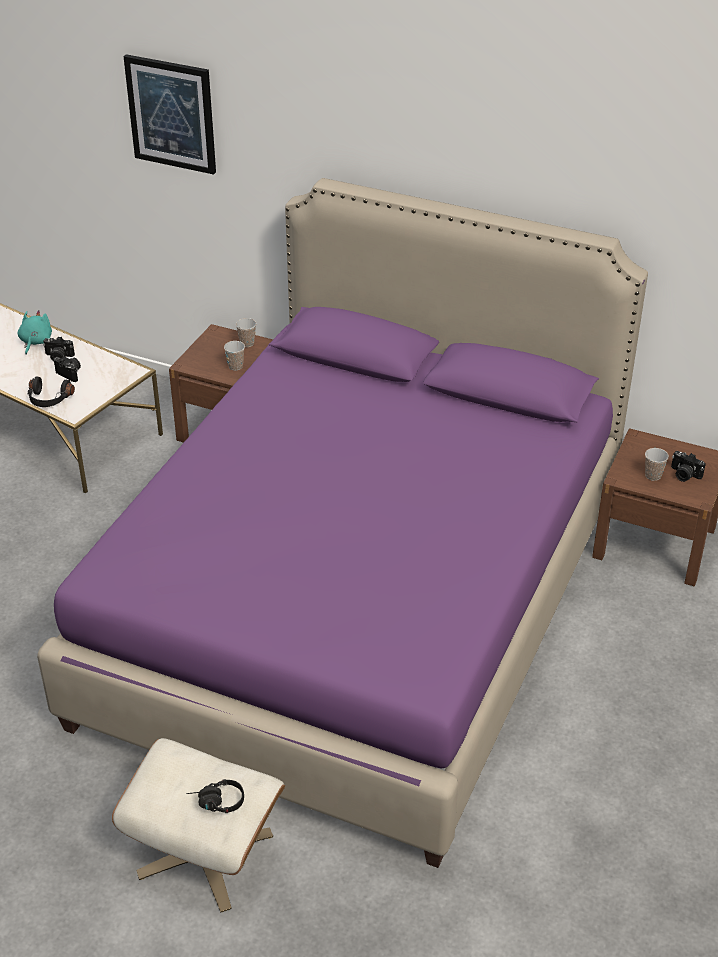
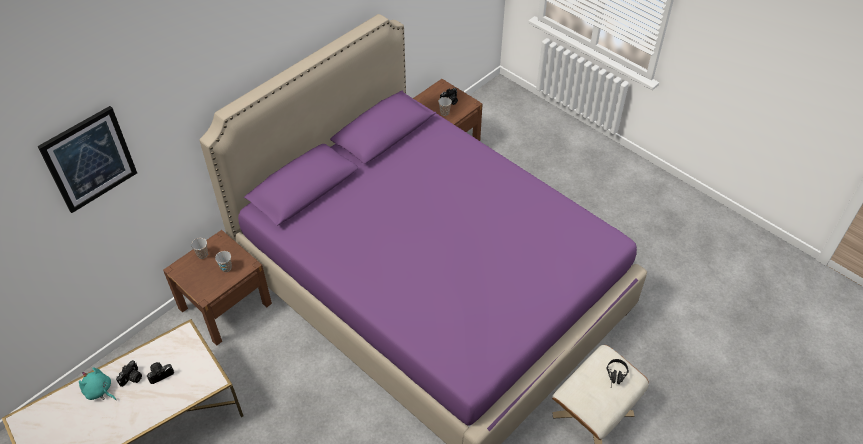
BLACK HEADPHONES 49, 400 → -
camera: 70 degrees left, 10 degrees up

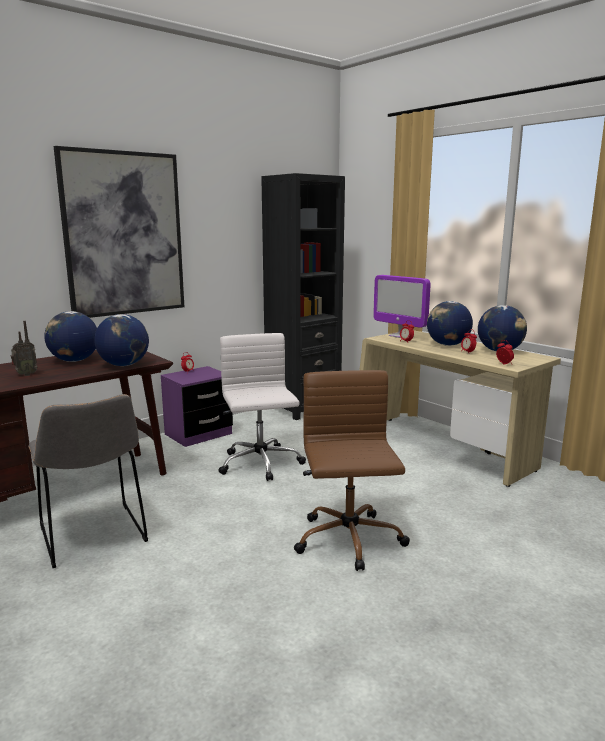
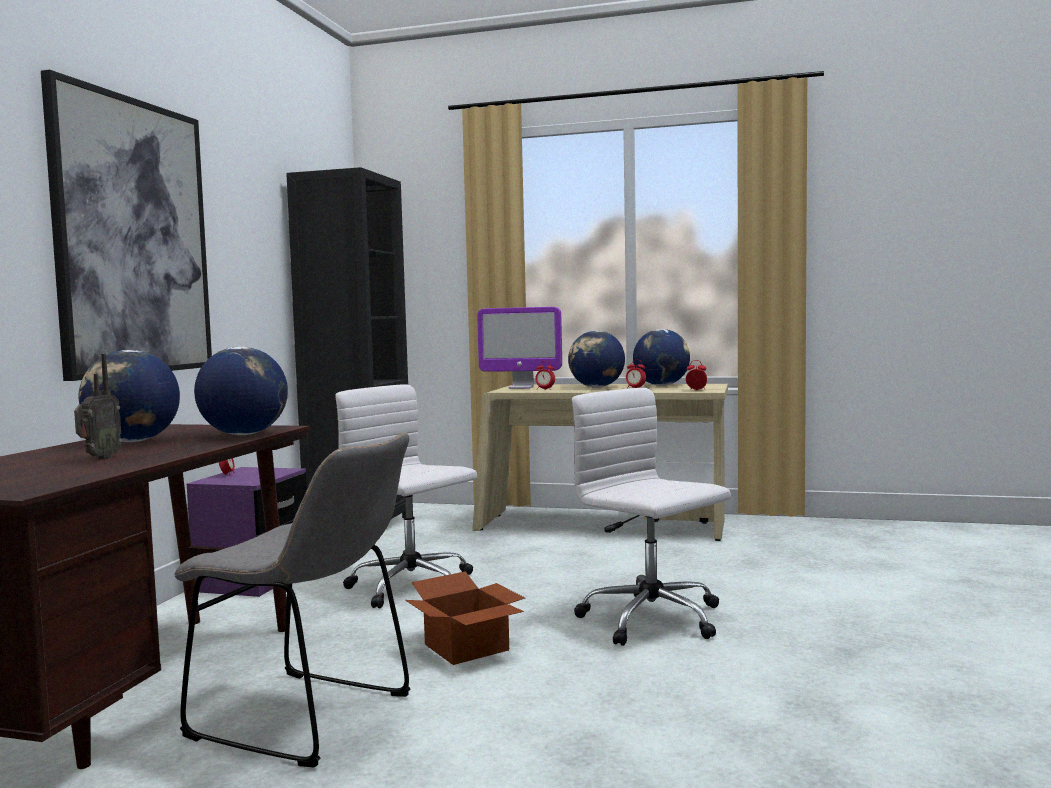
- → CARDBOARD BOX 466, 648
BROWN OFFICE CHAIR 349, 541 → WHITE OFFICE CHAIR 653, 620
camera: 35 degrees left, 10 degrees down

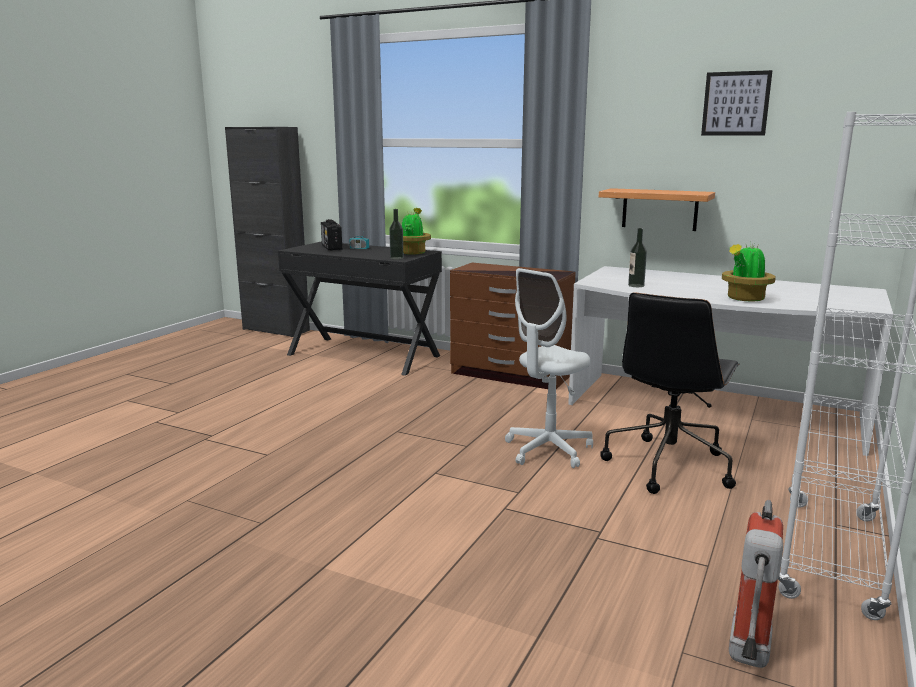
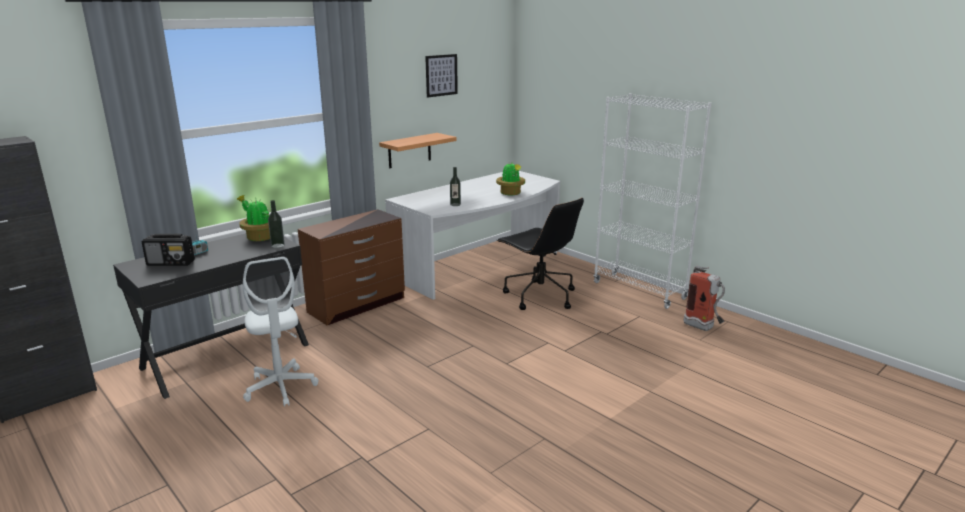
WHITE OFFICE CHAIR 548, 450 → WHITE OFFICE CHAIR 280, 387, shifted
camera: 70 degrees left, 5 degrees up

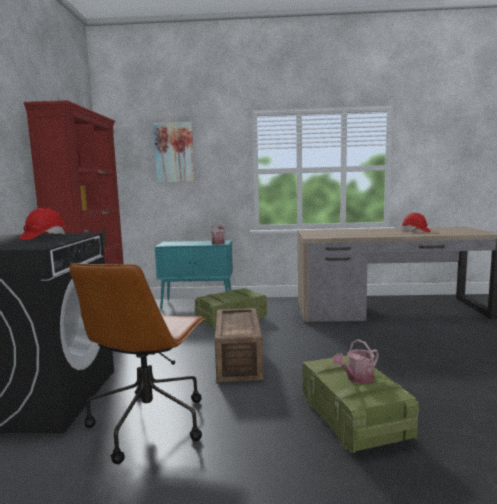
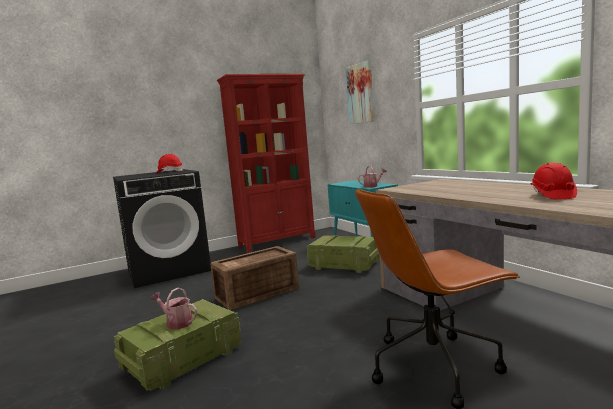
BROWN OFFICE CHAIR 149, 421 → BROWN OFFICE CHAIR 435, 365, shifted
camera: 60 degrees right, 0 degrees up

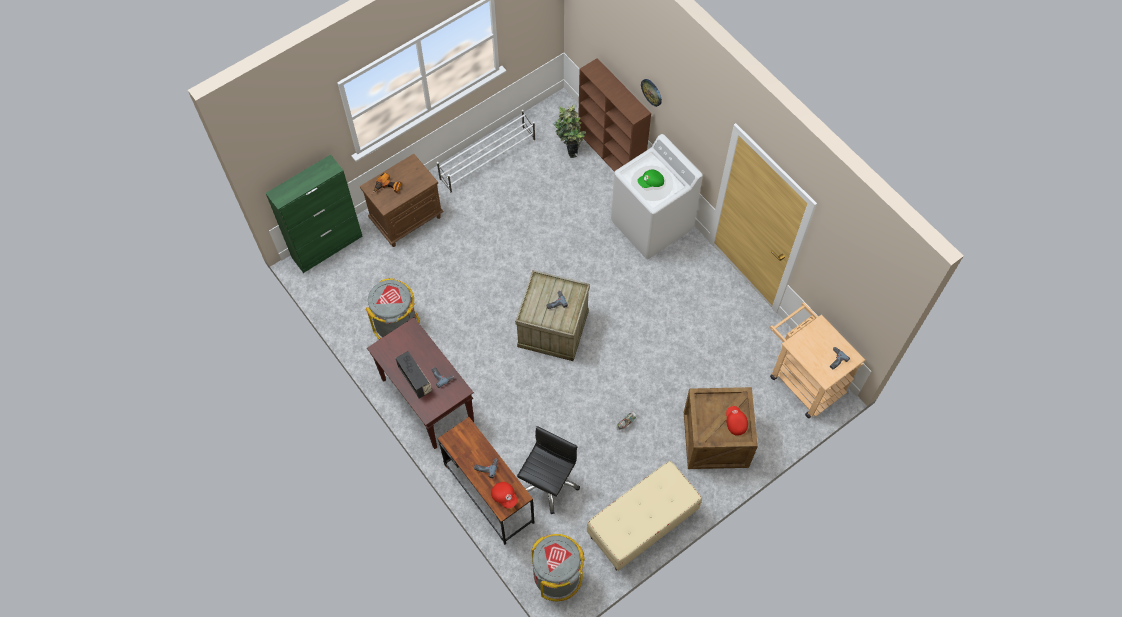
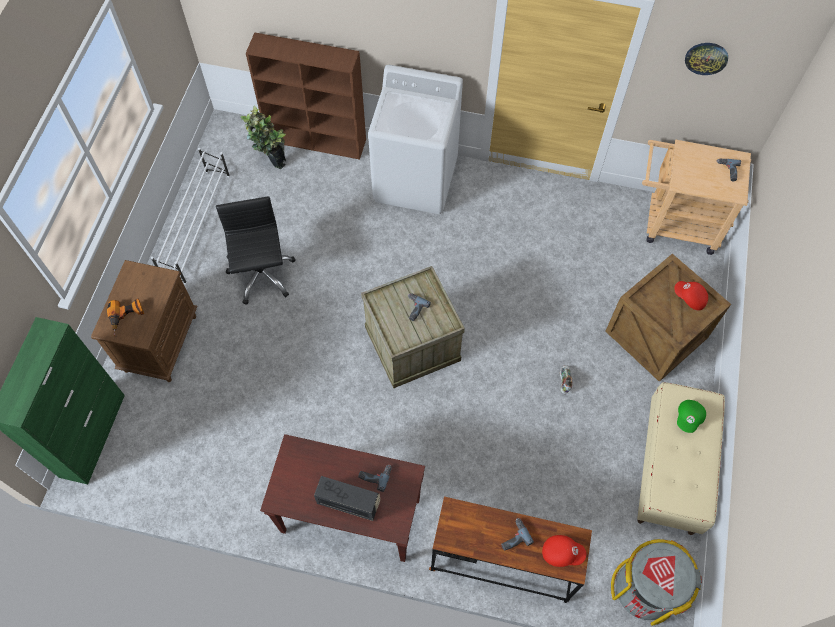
GREY TRASH CAN 397, 325 → -
BLACK OFFICE CHAIR 547, 483 → BLACK OFFICE CHAIR 261, 275, shifted
GREEN CAP 651, 183 → GREEN CAP 689, 418, shifted
WALL CLOCK 652, 92 → WALL CLOCK 706, 58, shifted
camera: 40 degrees left, 0 degrees up

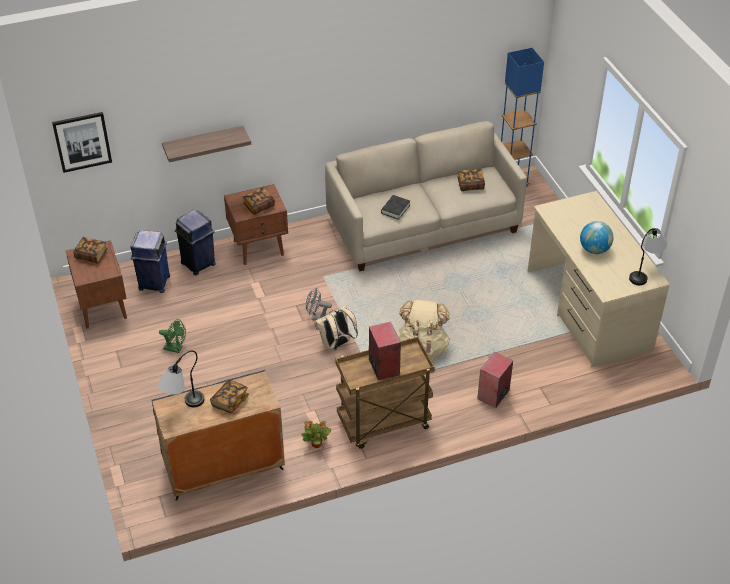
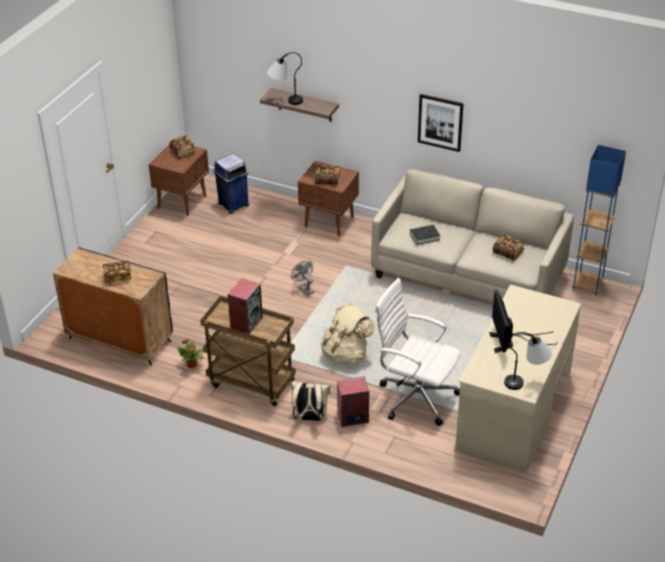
GREEN FAN 176, 348 → -
BLUE TRASH CAN 198, 264 → -
- → WHITE OFFICE CHAIR 415, 397
PICTURE 82, 141 → PICTURE 440, 122, shifted
TABLE LAMP 183, 406 → TABLE LAMP 285, 100, shifted
BEIGE BACKPACK 336, 344 → BEIGE BACKPACK 310, 418, shifted
GLOBE 594, 249 → MONITOR 510, 342
camera: 45 degrees right, 5 degrees down

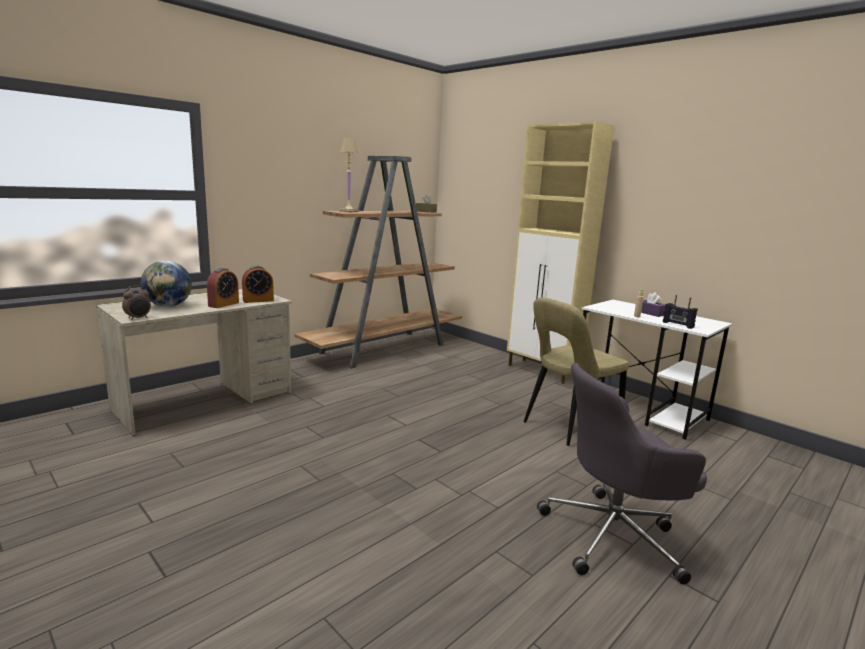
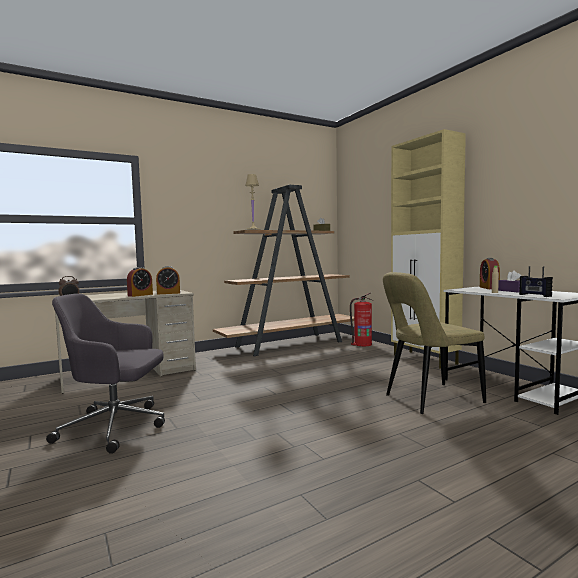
GLOBE 168, 306 → -
- → FIRE EXTINGUISHER 362, 344
- → ALARM CLOCK 489, 288
GREY OFFICE CHAIR 614, 535 → GREY OFFICE CHAIR 116, 427, shifted
camera: 15 degrees right, 10 degrees down

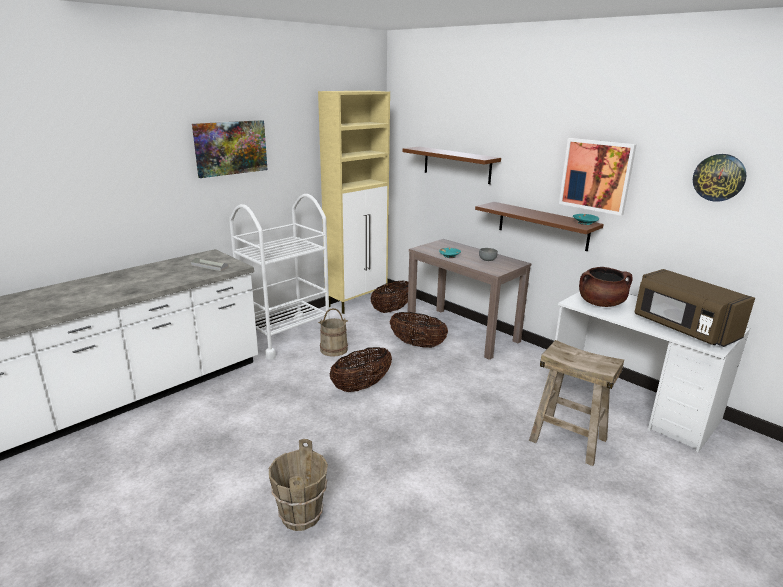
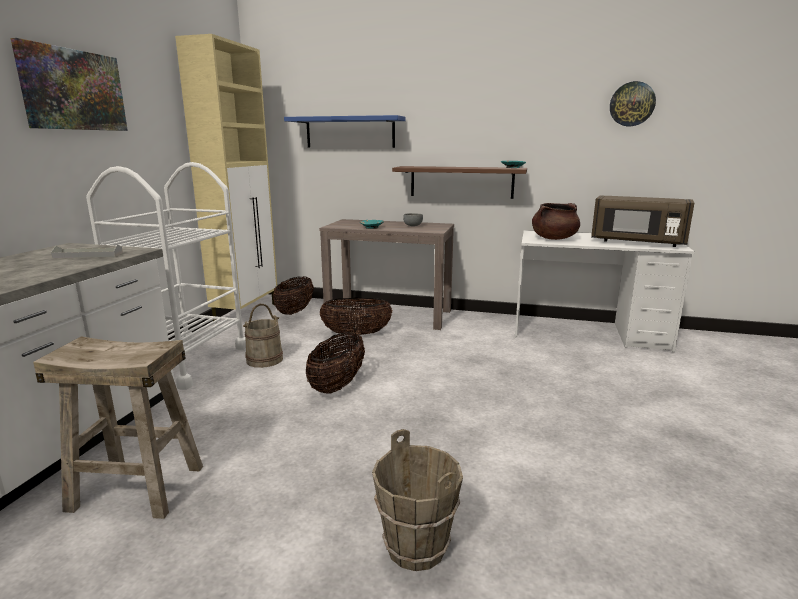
PICTURE 596, 175 → -
BEIGE STOOL 567, 440 → BEIGE STOOL 136, 488, shifted
BROWN SHELF 457, 165 → BLUE SHELF 350, 132
camera: 30 degrees left, 5 degrees down

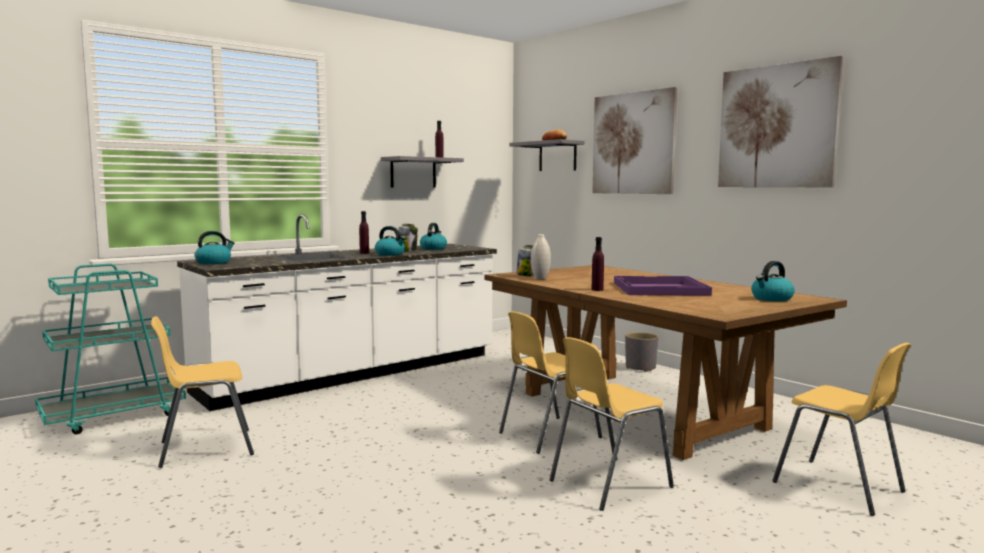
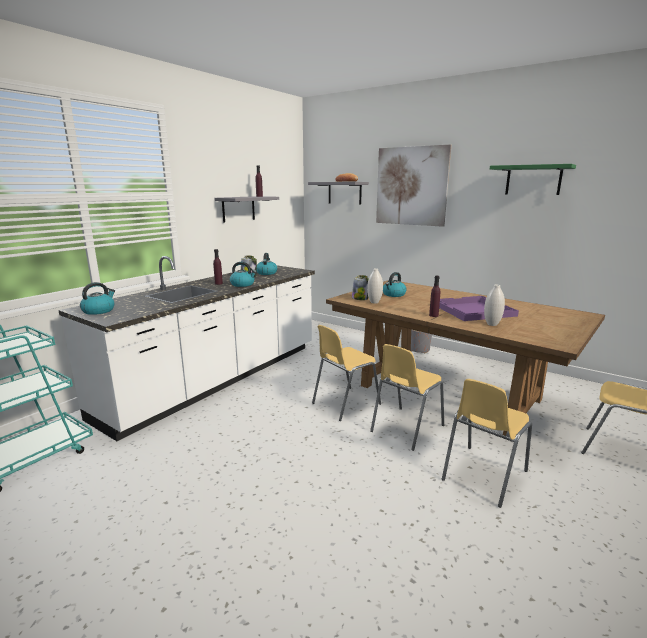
- → WHITE VASE 492, 324
YELLOW CHAIR 205, 448 → YELLOW CHAIR 345, 403, shifted
KETTLE 771, 298 → KETTLE 393, 294, shifted
PICTURE 776, 126 → GREEN SHELF 533, 180
camera: 15 degrees left, 10 degrees up

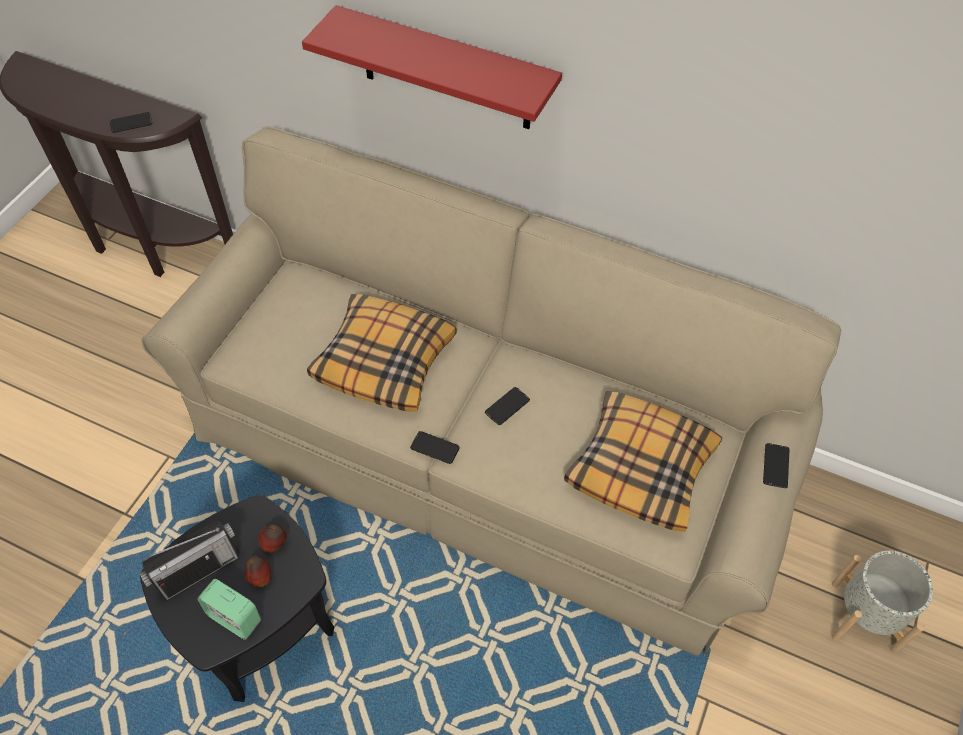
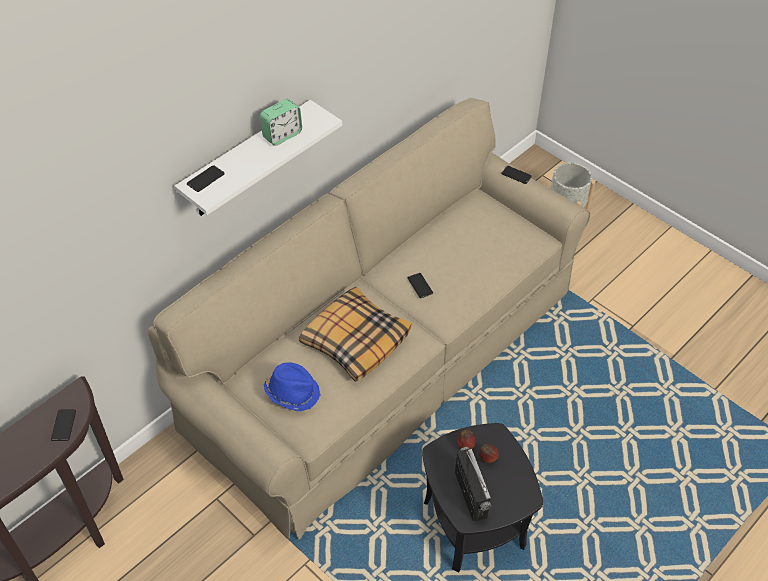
PILLOW 641, 467 → -
- → BLUE HAT 293, 392
ALARM CLOCK 235, 617 → ALARM CLOCK 282, 135, shifted
PHONE 435, 448 → PHONE 205, 179, shifted
RED SHELF 446, 70 → WHITE SHELF 247, 161
camera: 70 degrees left, 5 degrees down

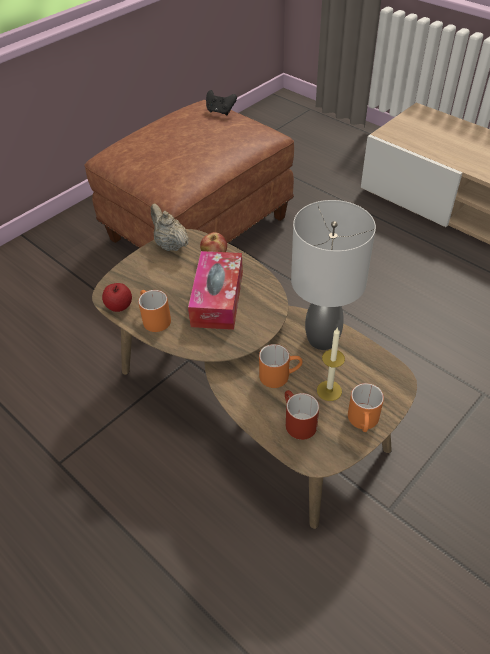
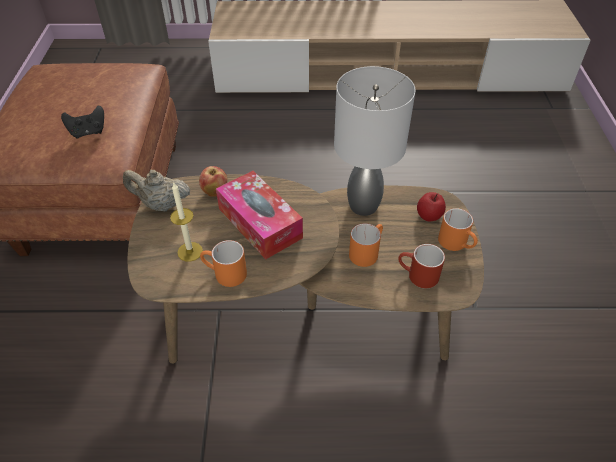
APPLE 119, 306 → APPLE 429, 216, shifted
BLACK GAME CONTROLLER 220, 111 → BLACK GAME CONTROLLER 88, 132, shifted
CANDLE 329, 390 → CANDLE 190, 251, shifted
camera: 45 degrees left, 0 degrees up

